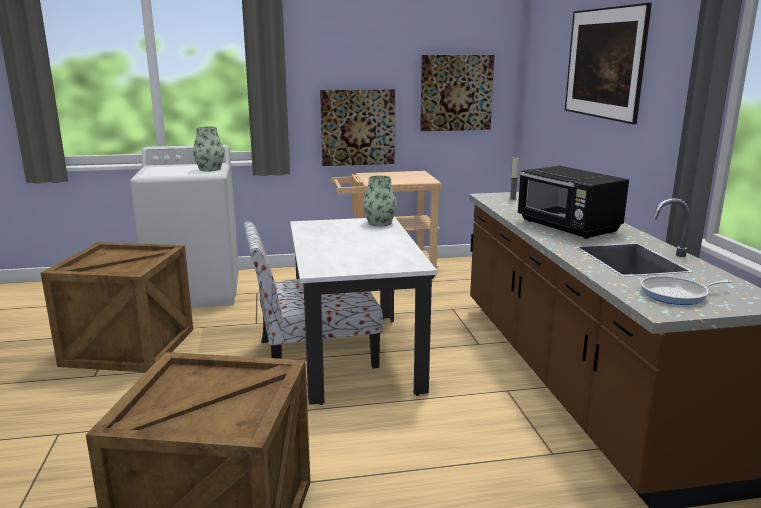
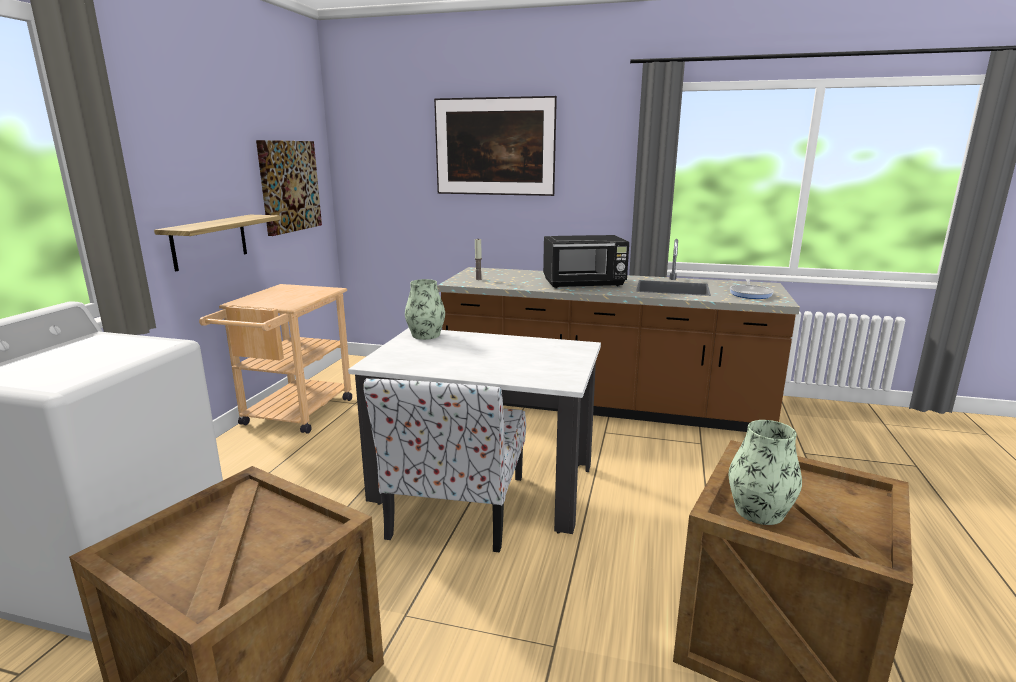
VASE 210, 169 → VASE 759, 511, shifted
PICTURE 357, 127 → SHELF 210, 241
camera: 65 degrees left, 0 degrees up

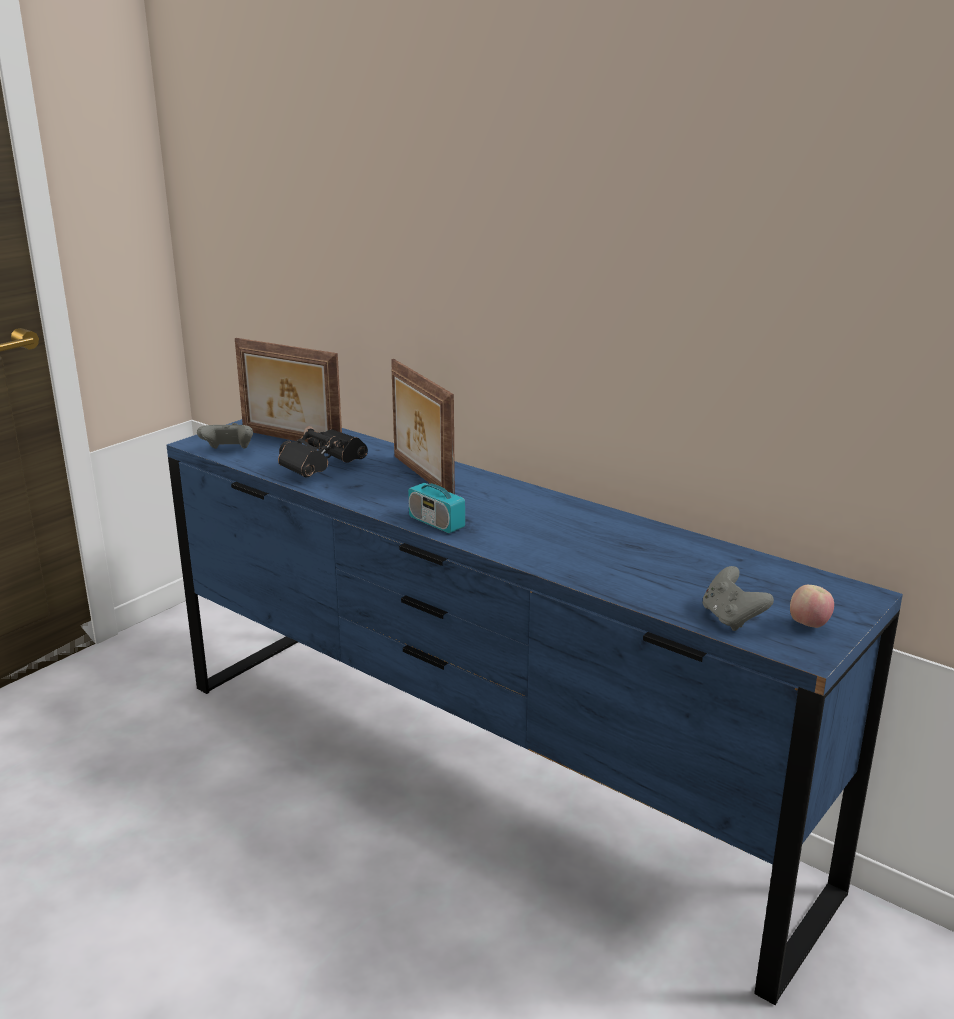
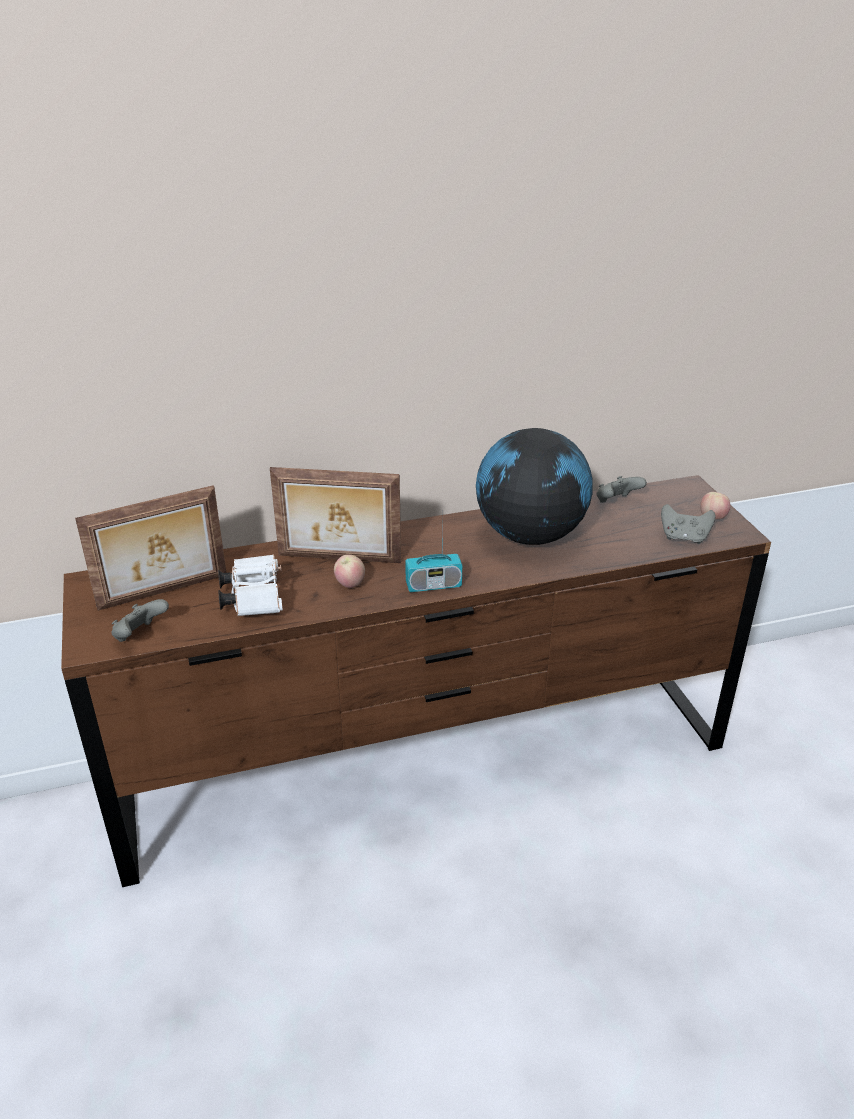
- → APPLE 350, 584
- → GLOBE 530, 535
- → GREY GAME CONTROLLER 616, 502
BLUE DRESSER 477, 778 → BROWN DRESSER 426, 766
BLACK BINOCULARS 323, 467 → WHITE BINOCULARS 254, 597
camera: 55 degrees left, 10 degrees up

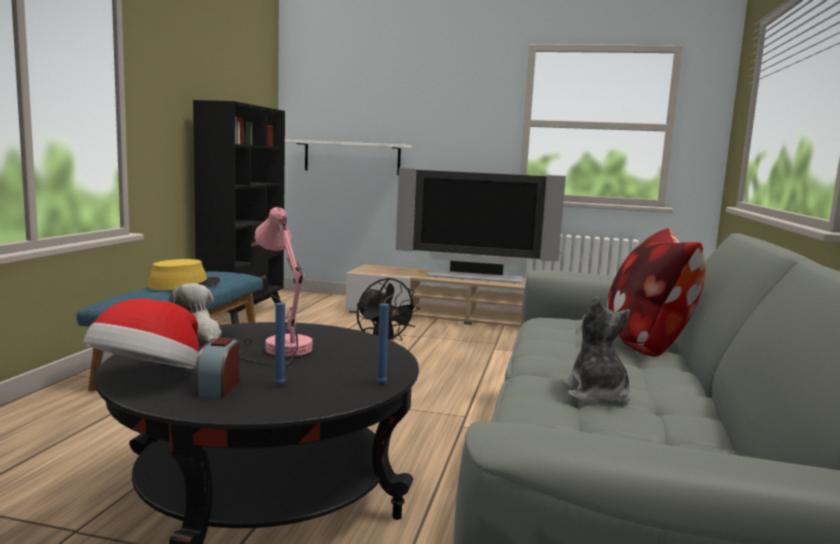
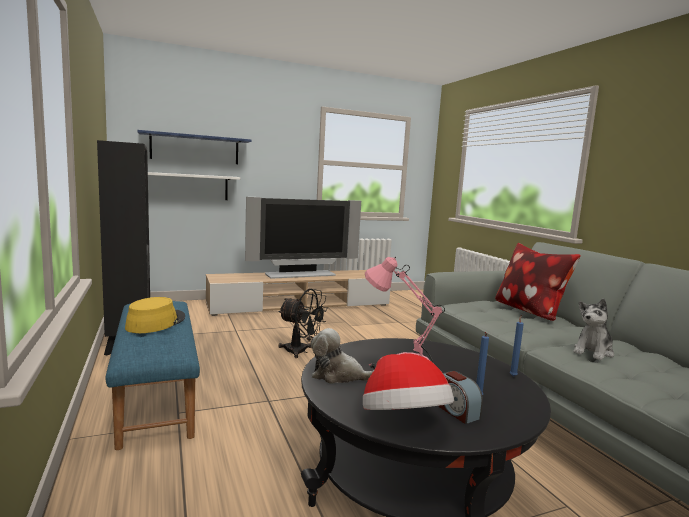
- → BLUE SHELF 195, 149
PLUSH TOY 596, 394 → PLUSH TOY 593, 352, 90 degrees counterclockwise
camera: 35 degrees left, 0 degrees up

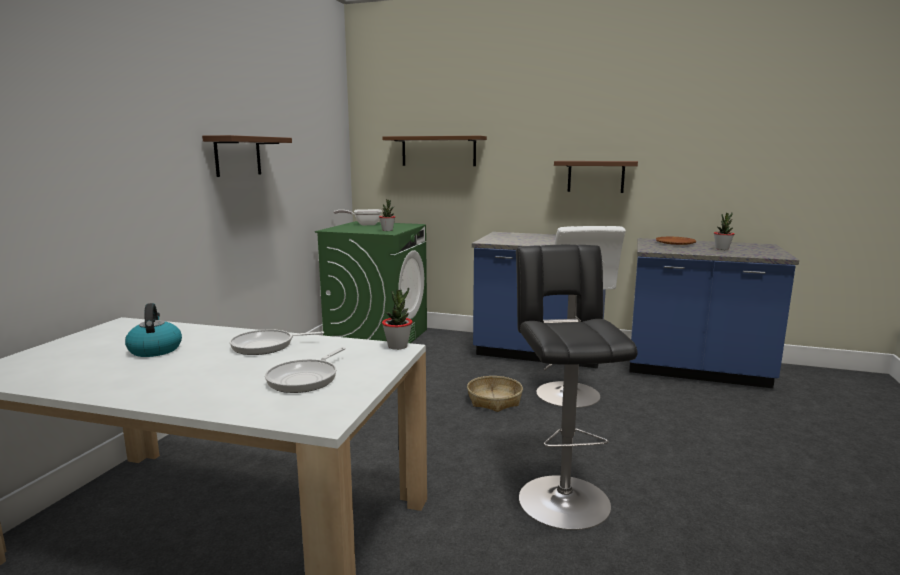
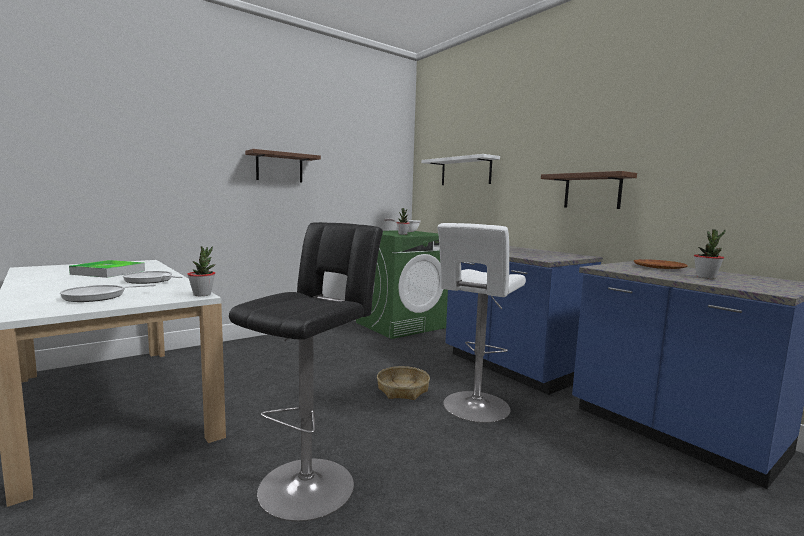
KETTLE 155, 349 → TRAY 108, 272
BROWN SHELF 438, 151 → WHITE SHELF 465, 171
camera: 35 degrees right, 5 degrees down

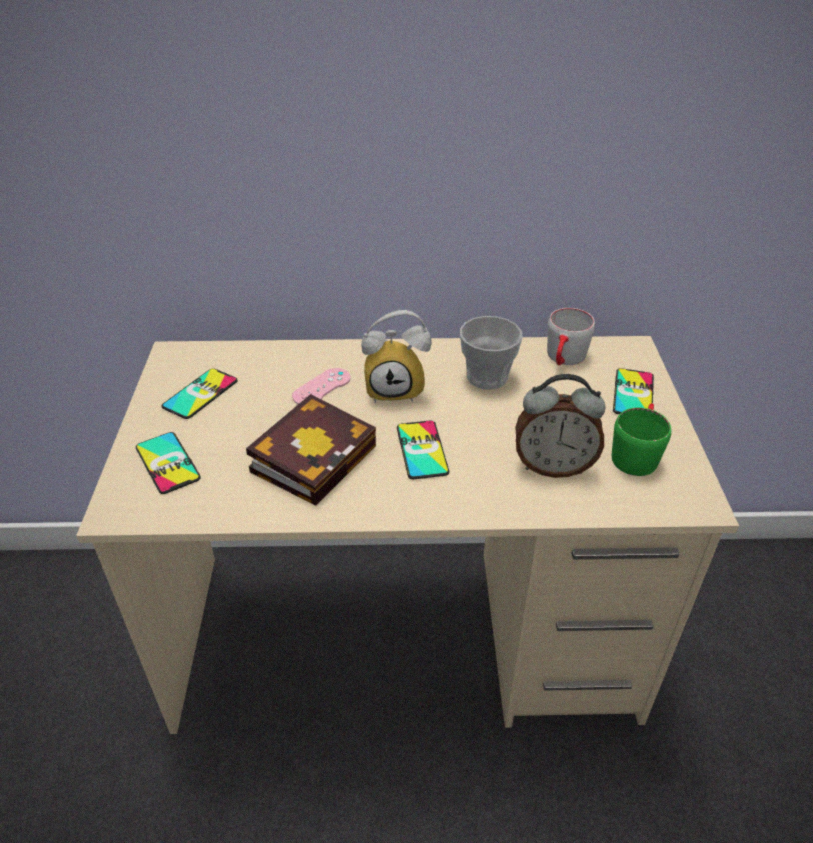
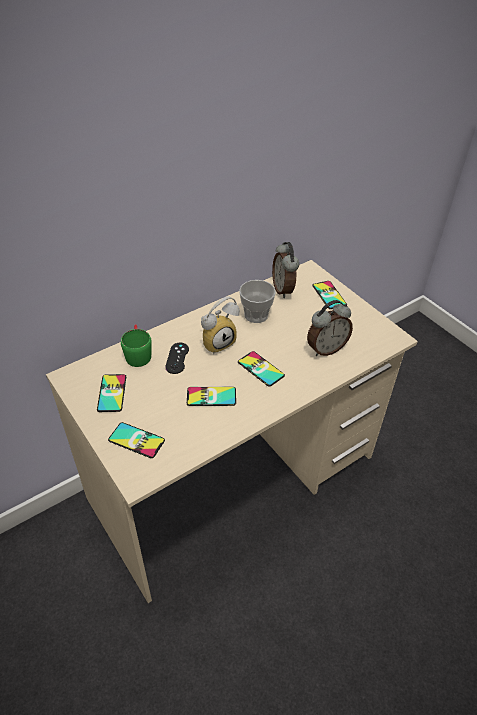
GREEN MUG 636, 453 → GREEN MUG 138, 353, shifted
BOOK 315, 454 → PHONE 211, 396
GREY MUG 564, 359 → ALARM CLOCK 283, 289
PINK GAME CONTROLLER 322, 387 → BLACK GAME CONTROLLER 177, 358
camera: 35 degrees left, 5 degrees up

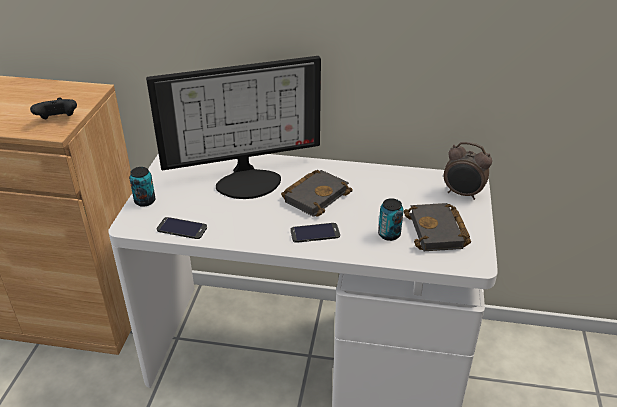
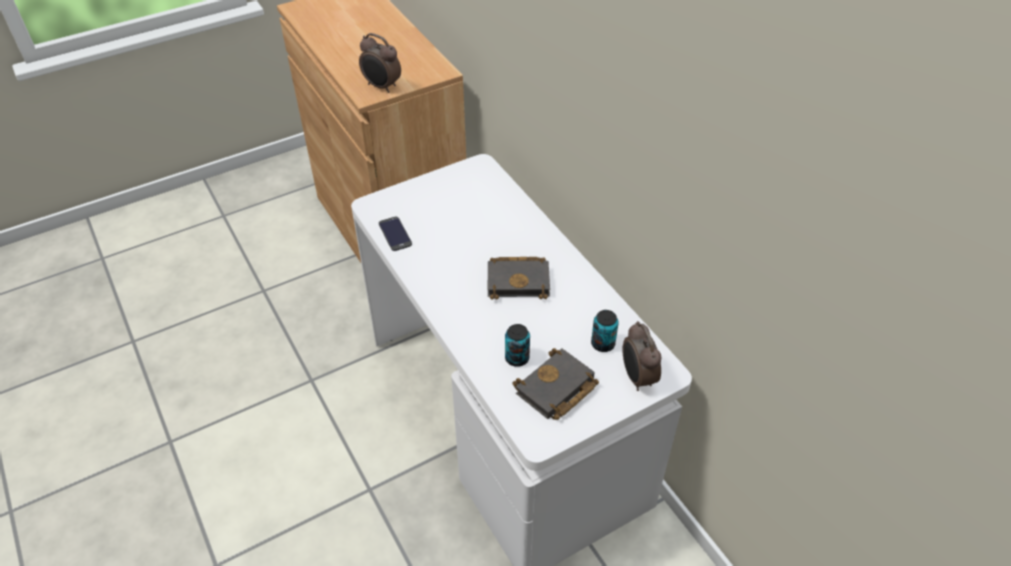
MONITOR 248, 180 → -
PHONE 315, 233 → -
CAN 145, 201 → CAN 603, 344, shifted
BLACK GAME CONTROLLER 58, 120 → ALARM CLOCK 382, 87
camera: 50 degrees right, 10 degrees up

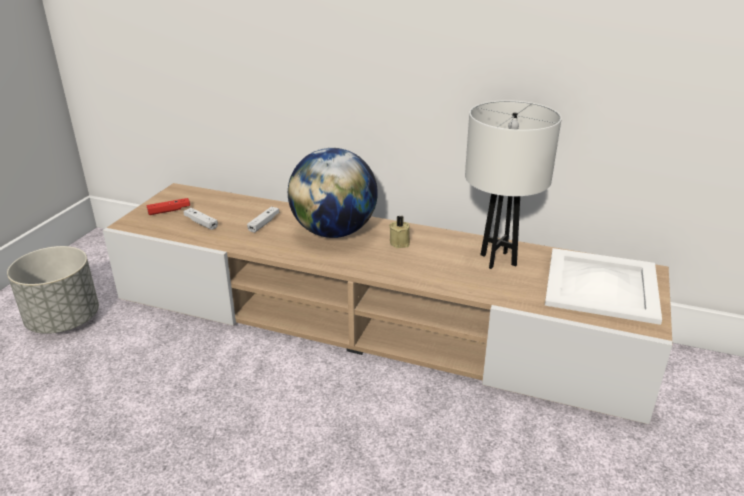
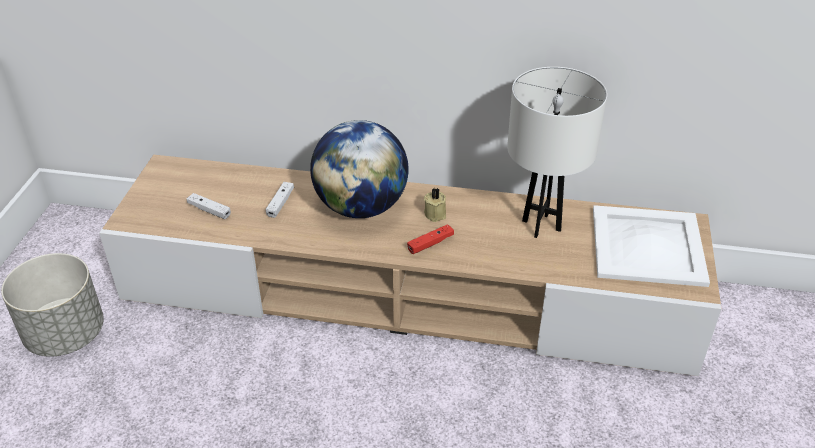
RED GAME CONTROLLER 169, 210 → RED GAME CONTROLLER 430, 243, shifted
camera: 10 degrees left, 10 degrees up

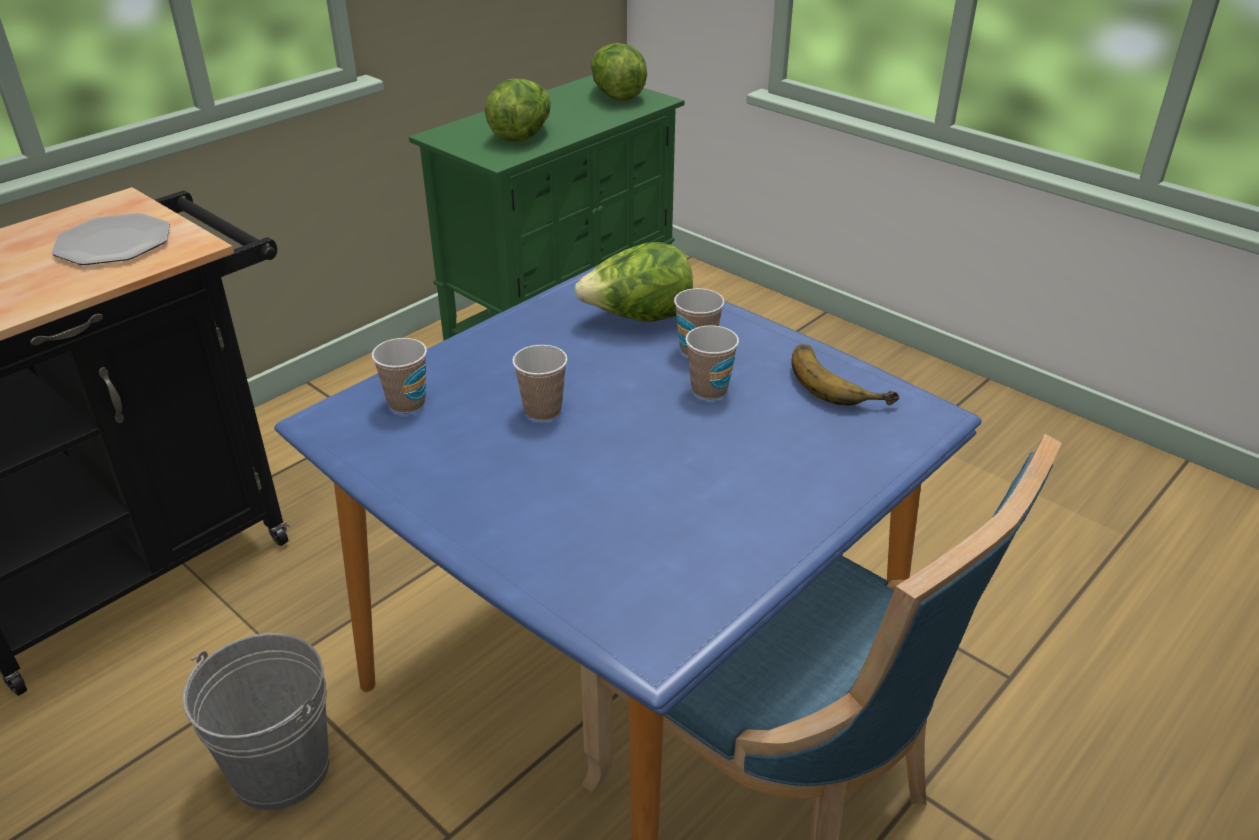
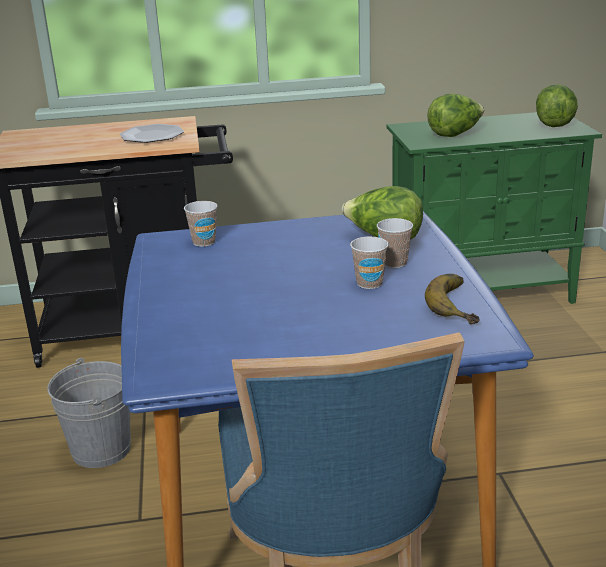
CUP 543, 411 → -
camera: 40 degrees right, 10 degrees down

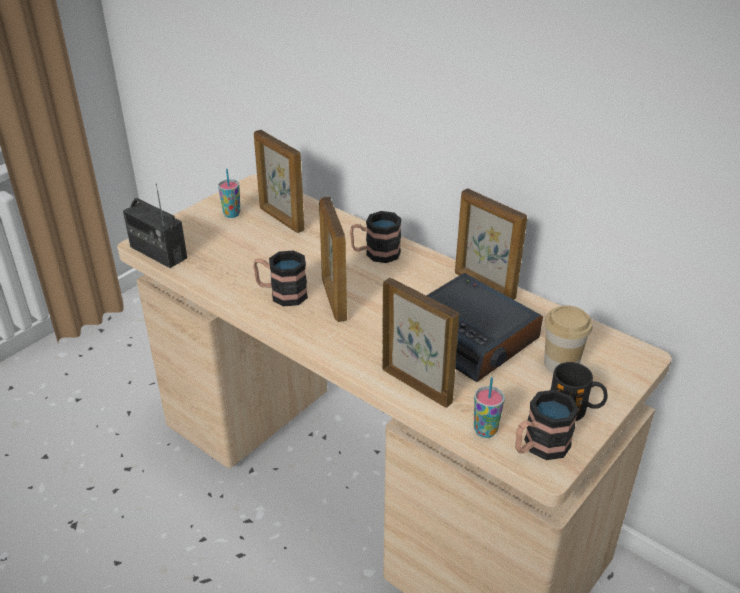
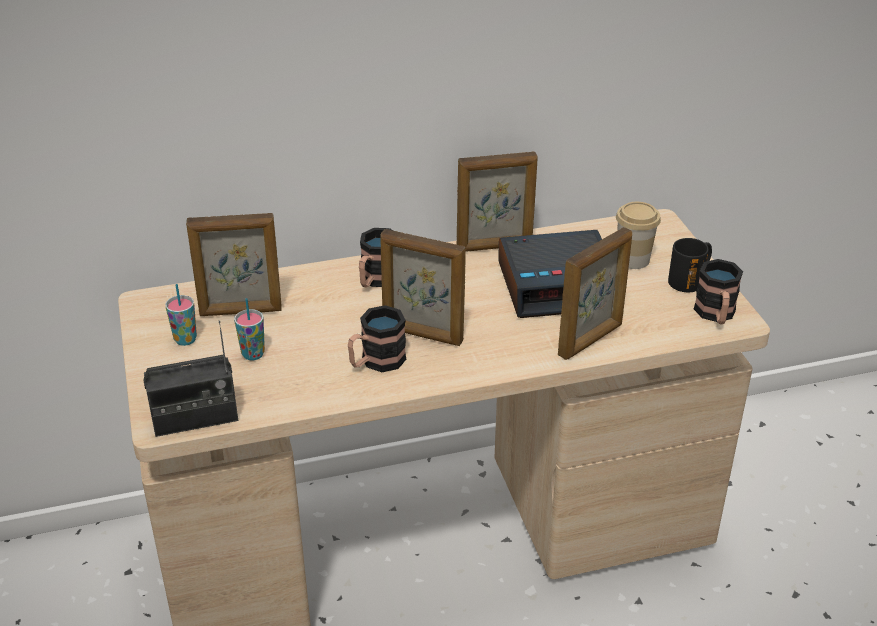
CUP 485, 430 → CUP 253, 354, shifted
PICTURE FRAME 417, 385 → PICTURE FRAME 591, 340, 150 degrees clockwise
camera: 55 degrees left, 0 degrees up

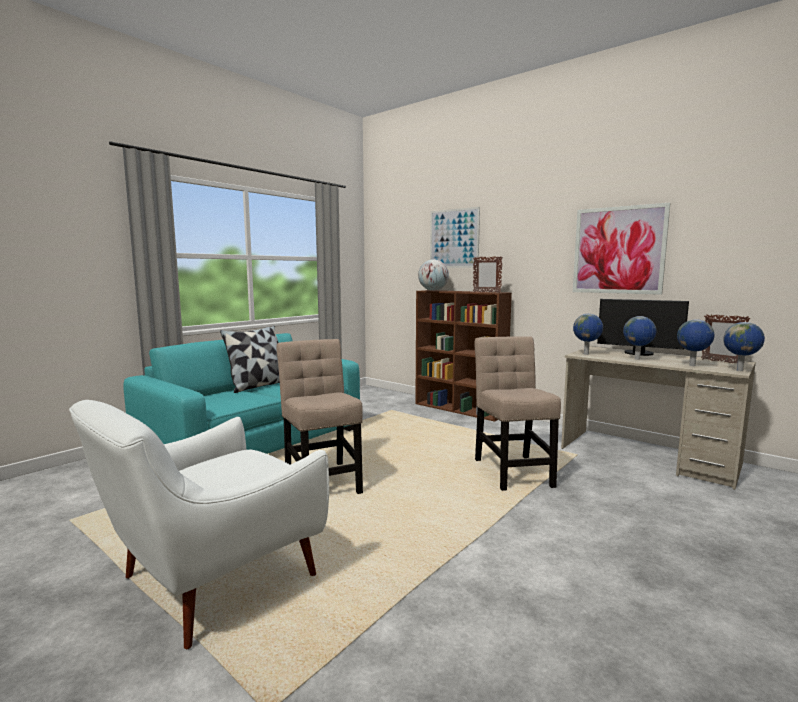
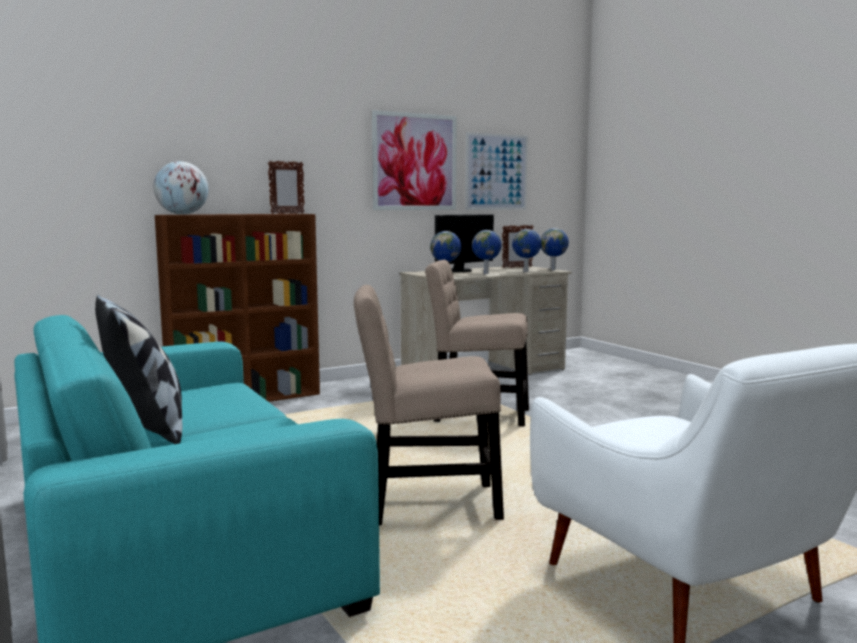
PICTURE 454, 238 → PICTURE 496, 172, shifted
camera: 70 degrees left, 0 degrees up

